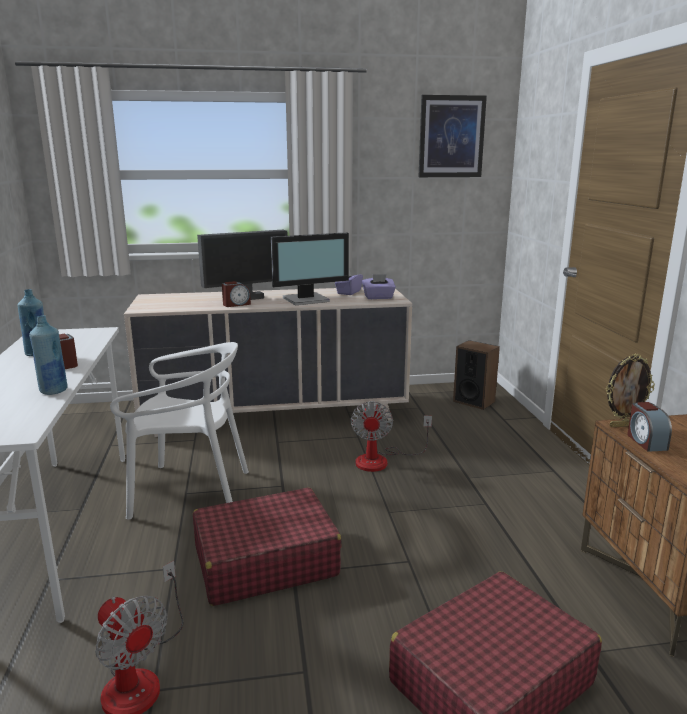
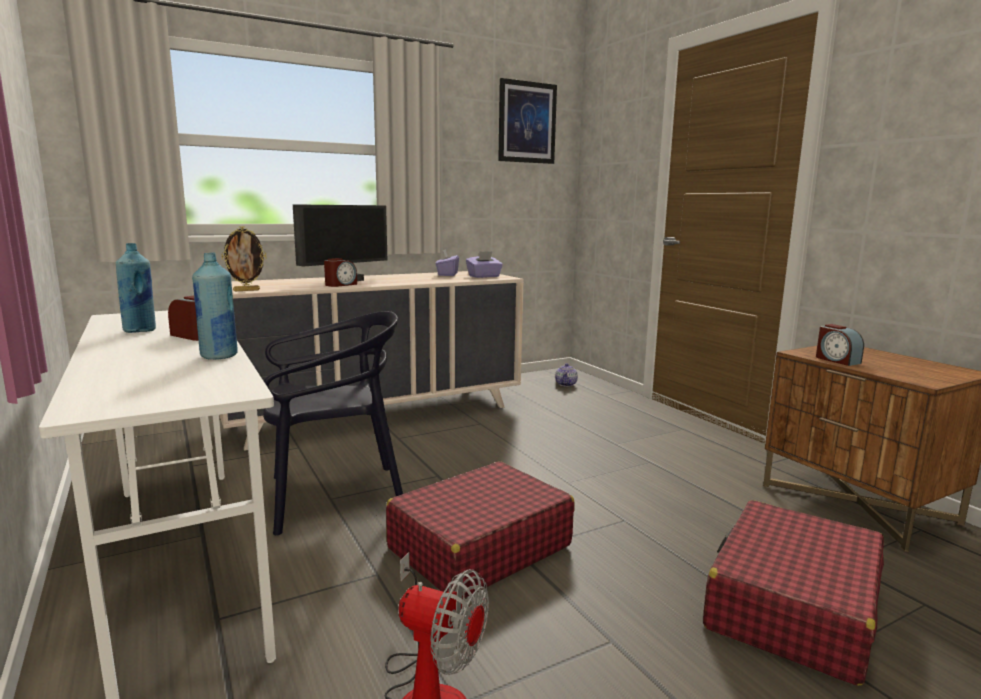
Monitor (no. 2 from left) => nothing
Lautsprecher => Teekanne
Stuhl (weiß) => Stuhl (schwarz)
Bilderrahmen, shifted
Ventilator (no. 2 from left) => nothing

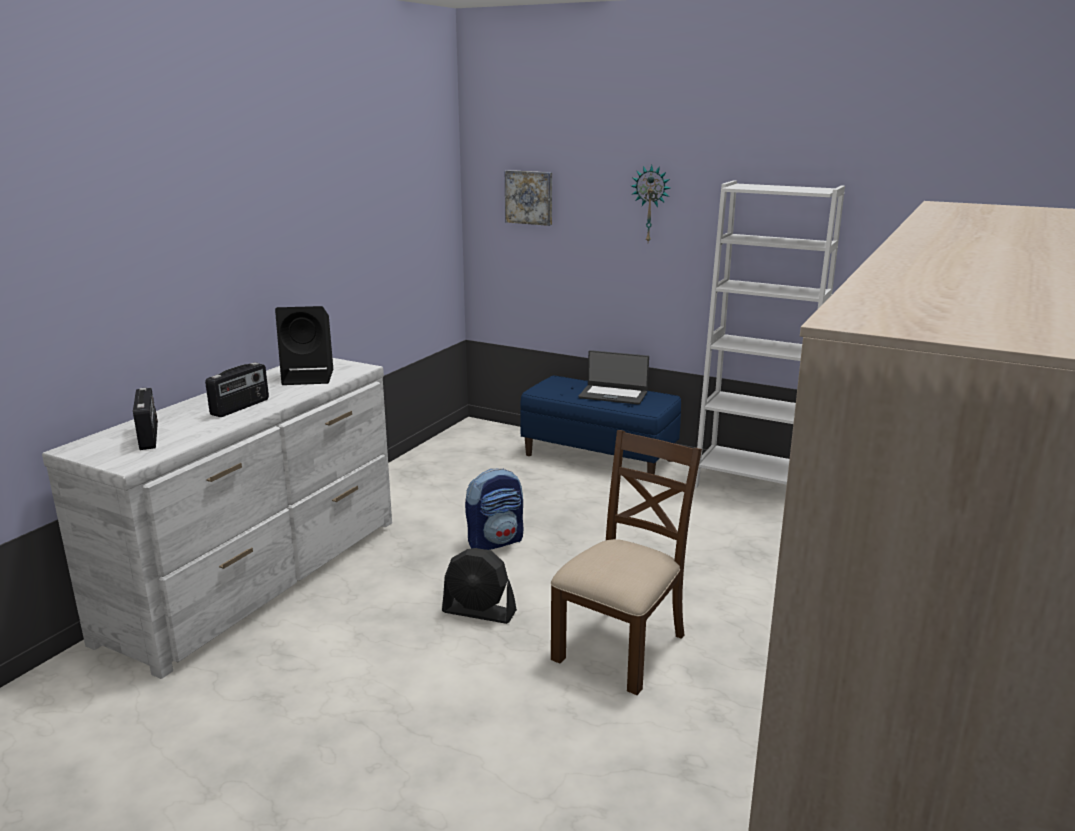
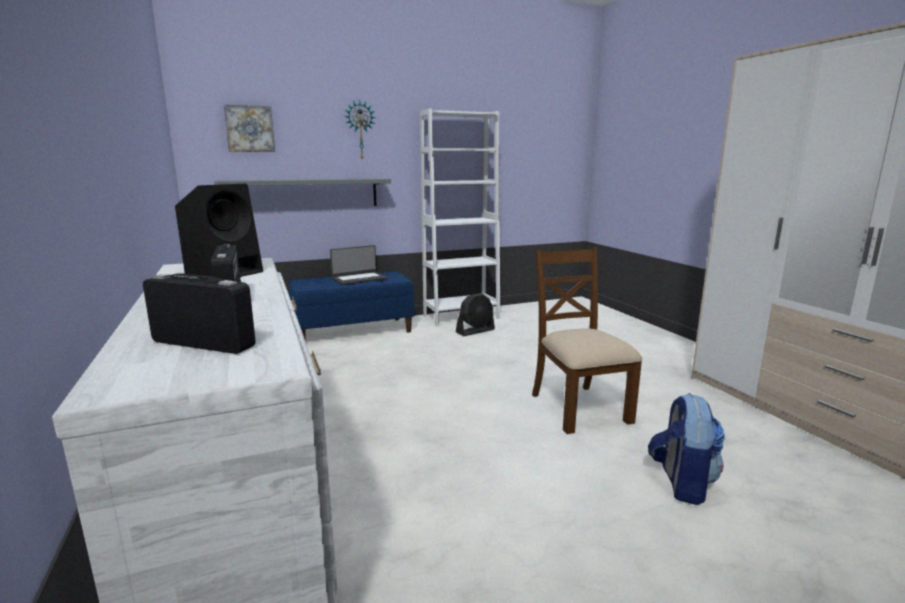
Rucksack, shifted
Ventilator (schwarz), shifted
nothing => Wandregal (grau)

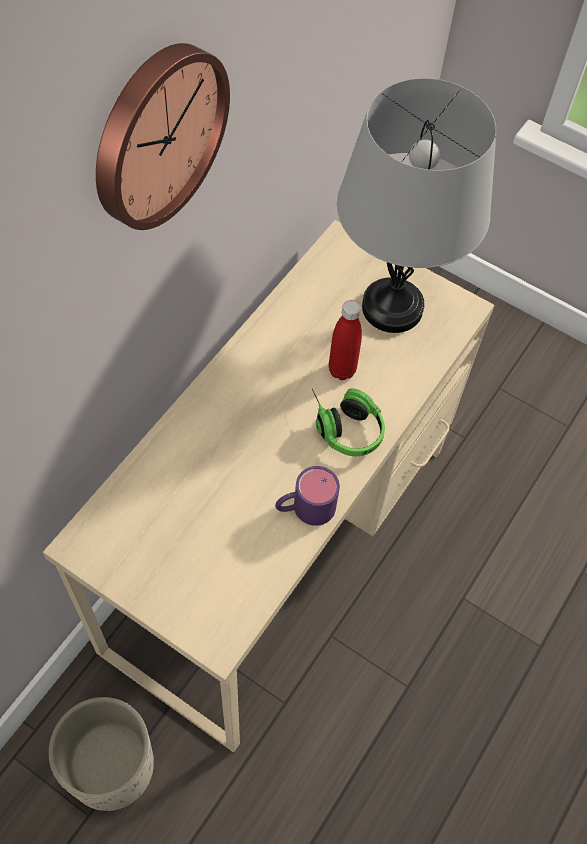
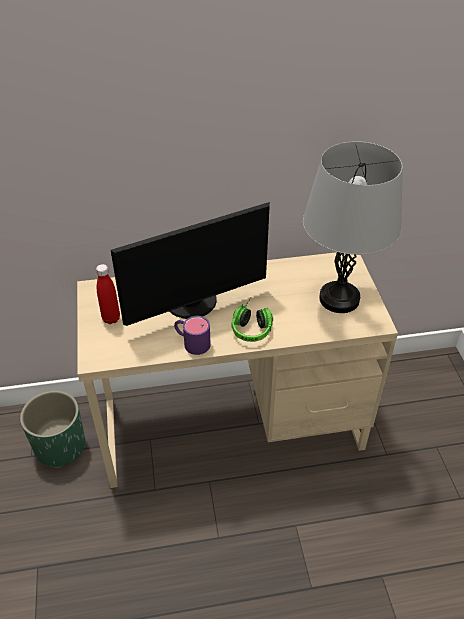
Wanduhr => nothing
Flasche (rot), shifted
Pflanzkübel (beige) => Pflanzkübel (grün)
nothing => Monitor

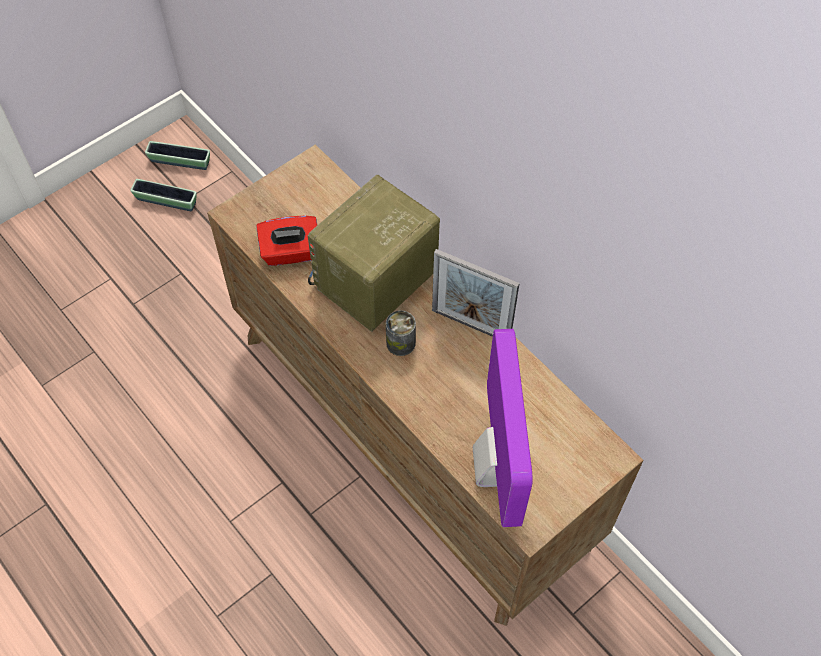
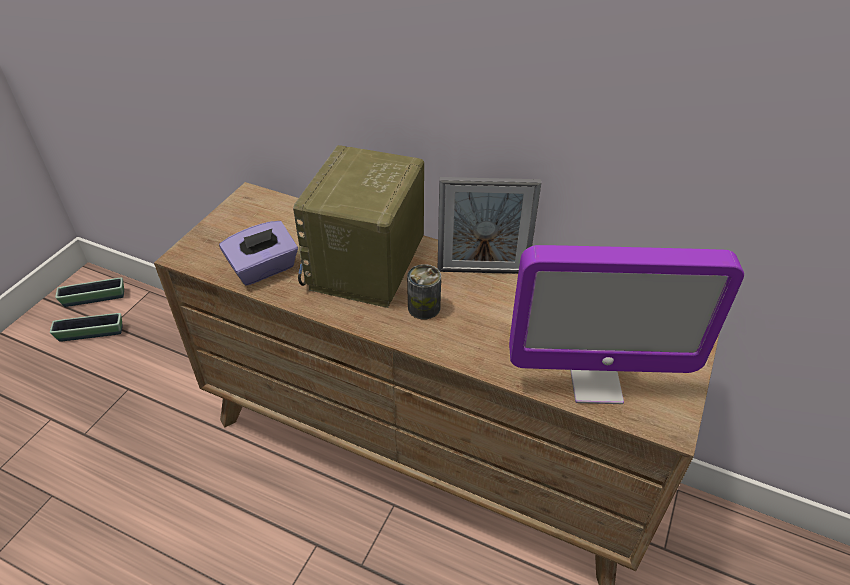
Taschentuchbox (rot) => Taschentuchbox (lila)
Monitor, 120 degrees clockwise

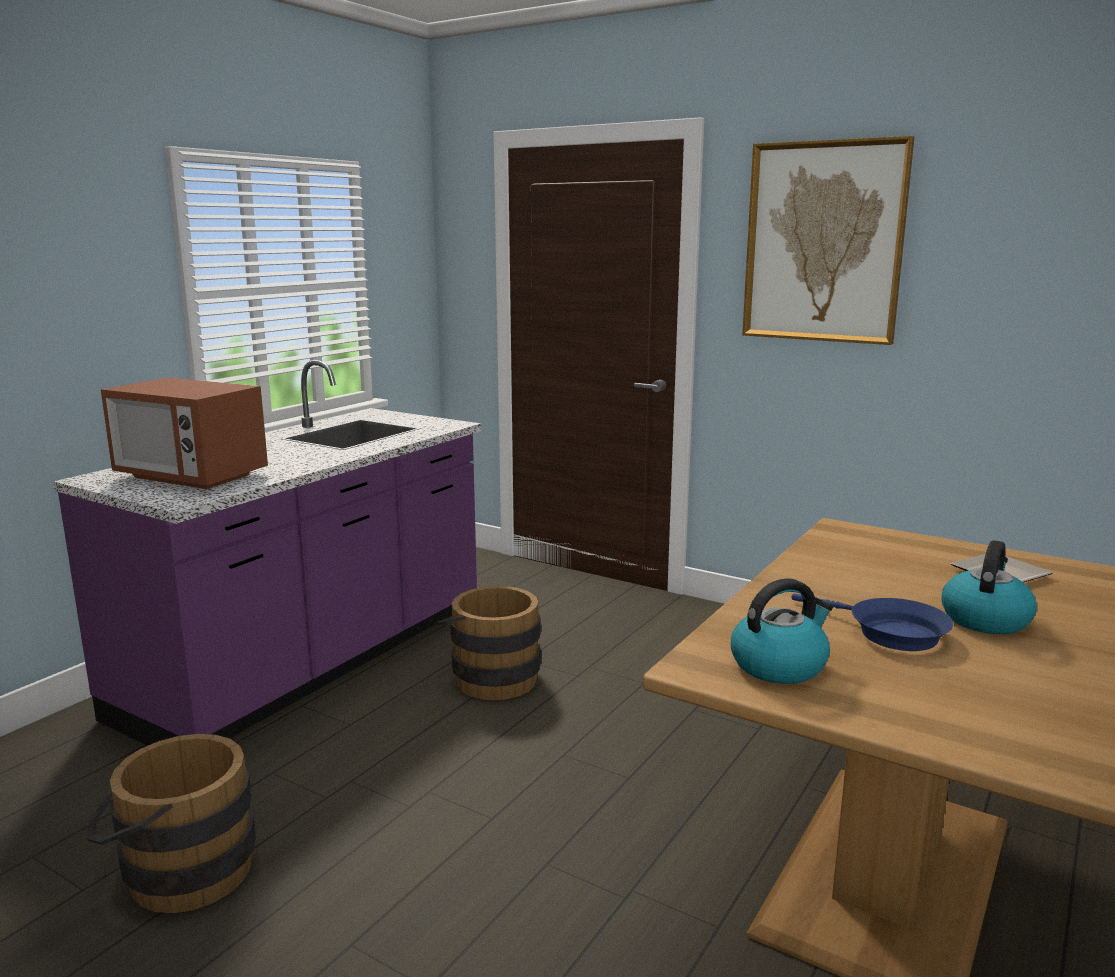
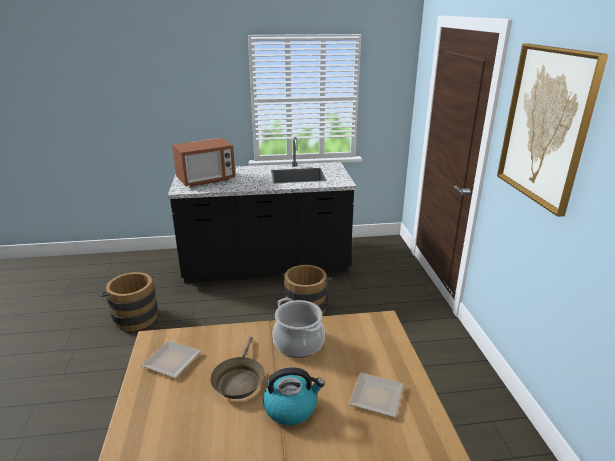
Küchenzeile (lila) => Küchenzeile (schwarz)
Mikrowelle, 105 degrees counterclockwise
Wasserkessel (no. 1 from left) => Teller (no. 1 from left)
Pfanne (blau) => Pfanne (braun)
nothing => Kochtopf

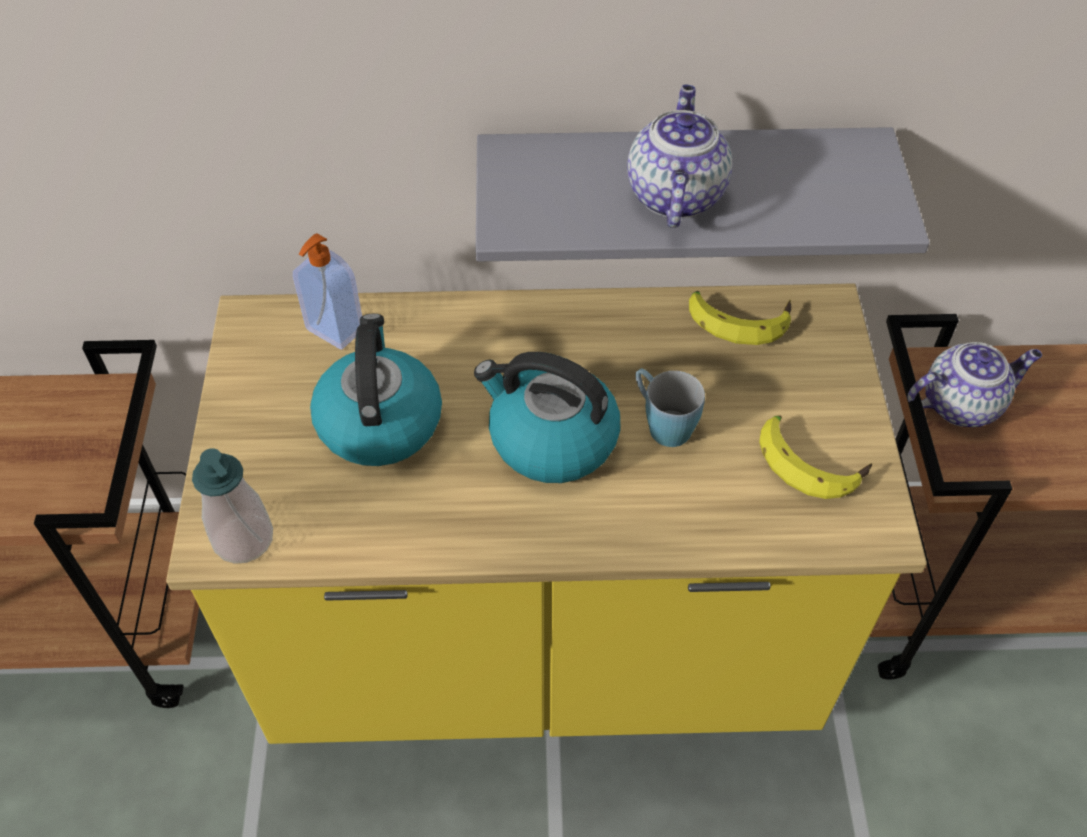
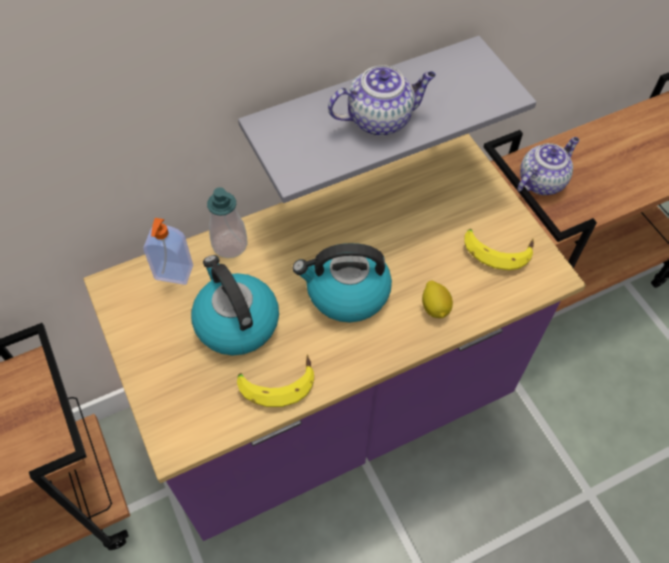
Teekanne (no. 1 from left), 90 degrees clockwise
Küchenzeile (gelb) => Küchenzeile (lila)
Banane (no. 1 from left), shifted
Henkelbecher (blau) => nothing
Seifenspender (no. 1 from left in the first image) => Seifenspender (no. 2 from left), shifted
nothing => Zitrone

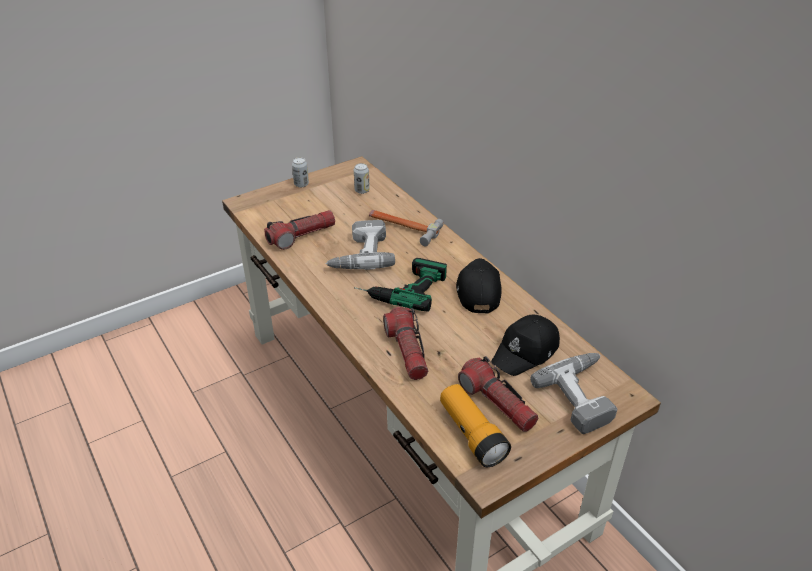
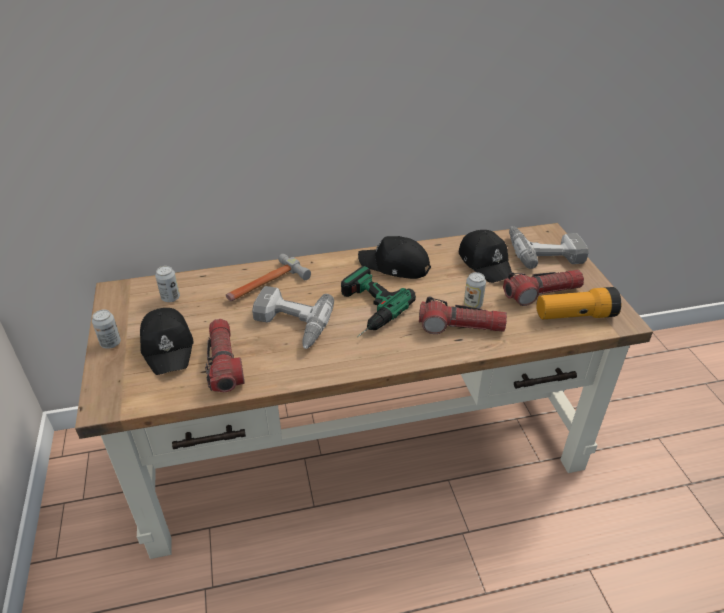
nothing => Dose (no. 3 from left)
nothing => Kappe (schwarz) (no. 1 from left)

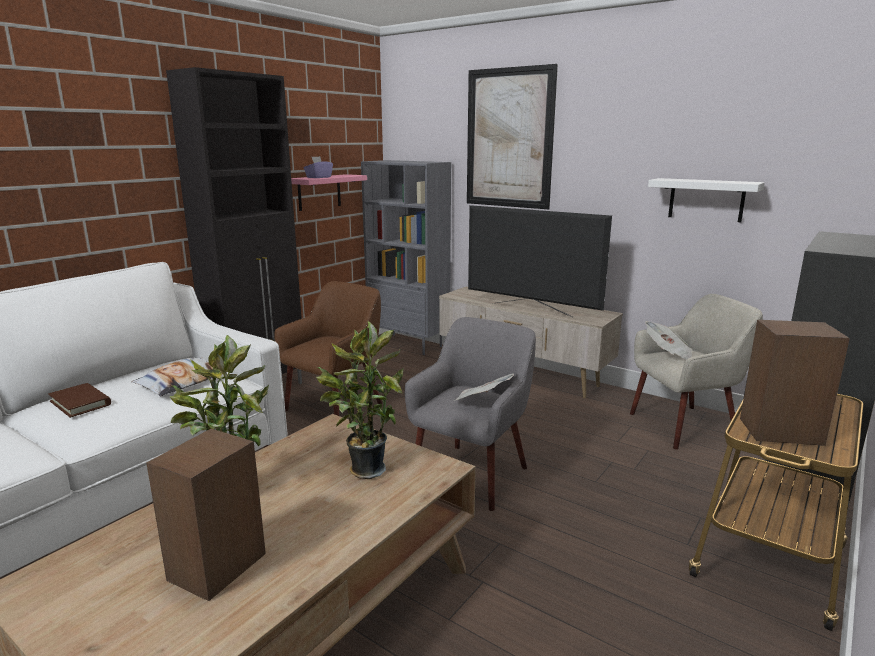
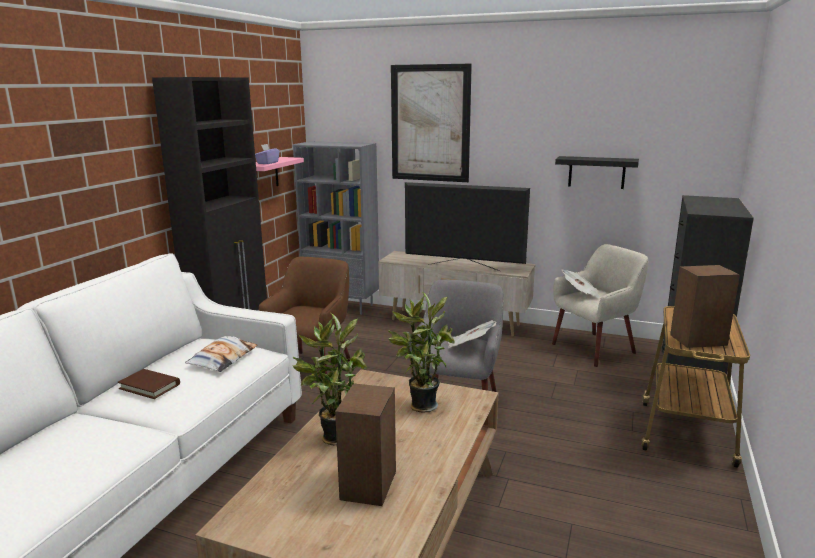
Wandregal (weiß) => Wandregal (schwarz)

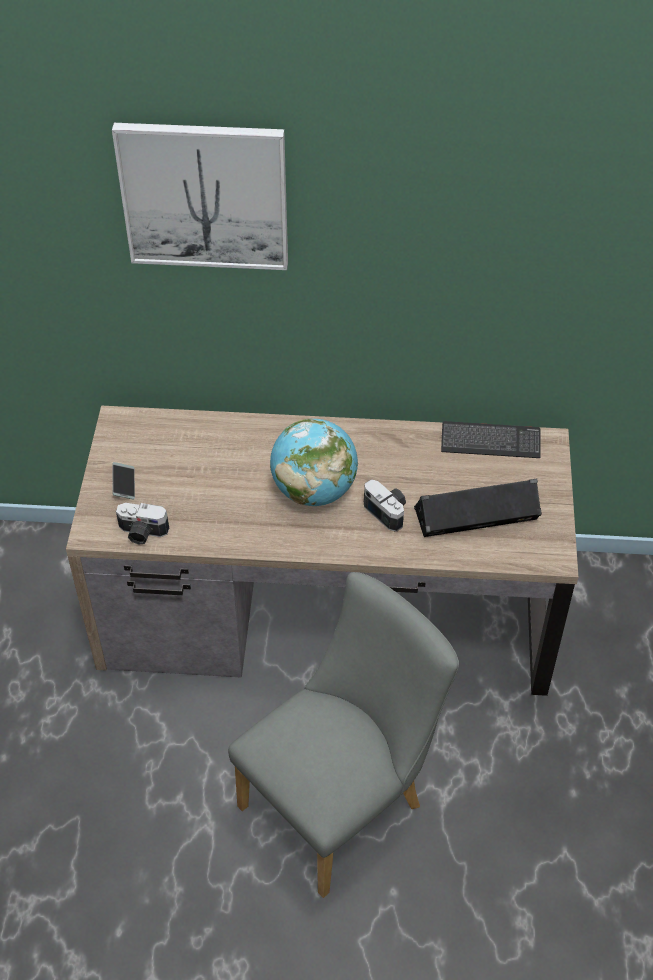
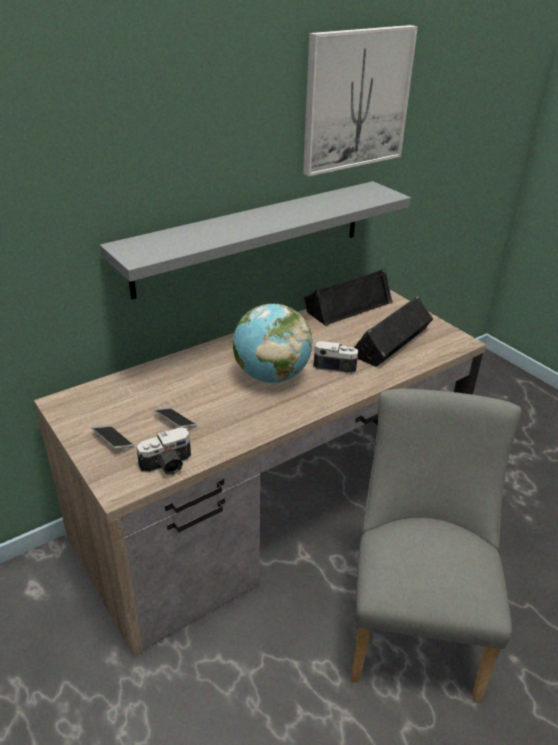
Bild, shifted
Tastatur => Lautsprecher (schwarz) (no. 1 from left)
nothing => Wandregal (grau)
nothing => Handy (no. 2 from left)

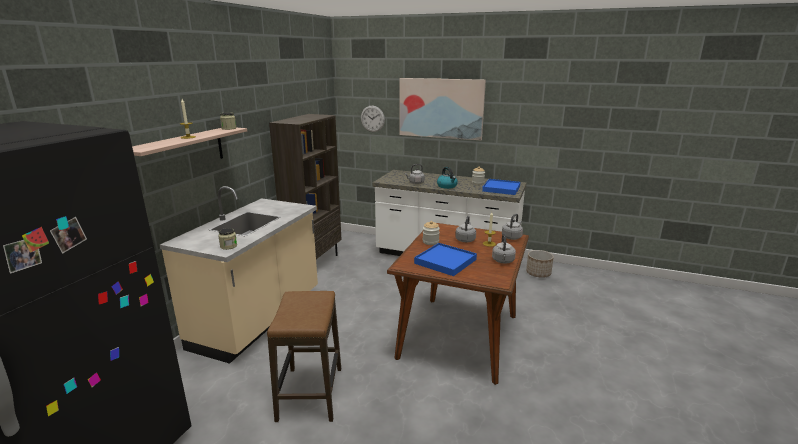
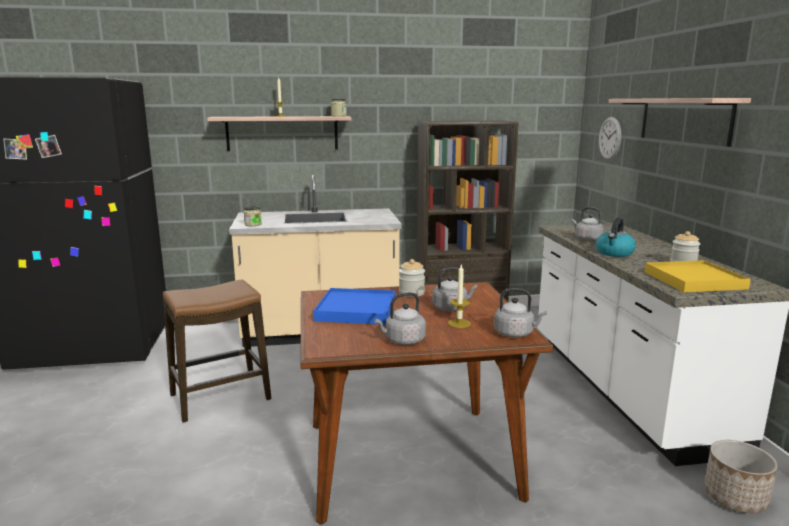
Bild => Wandregal (no. 2 from left)
Tablett (blau) (no. 2 from left) => Tablett (gelb)

